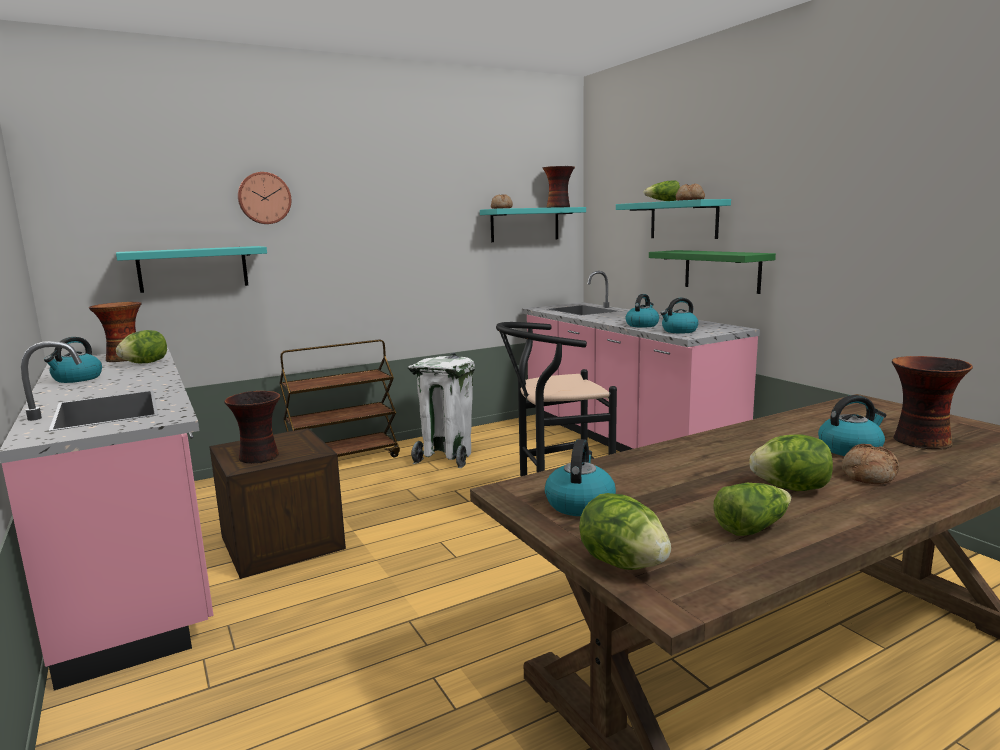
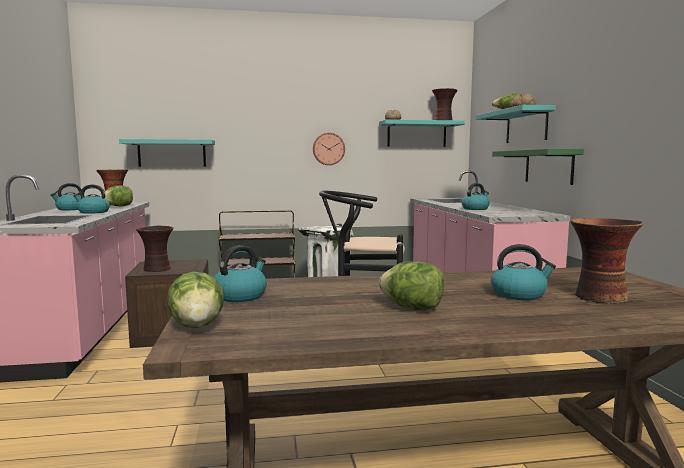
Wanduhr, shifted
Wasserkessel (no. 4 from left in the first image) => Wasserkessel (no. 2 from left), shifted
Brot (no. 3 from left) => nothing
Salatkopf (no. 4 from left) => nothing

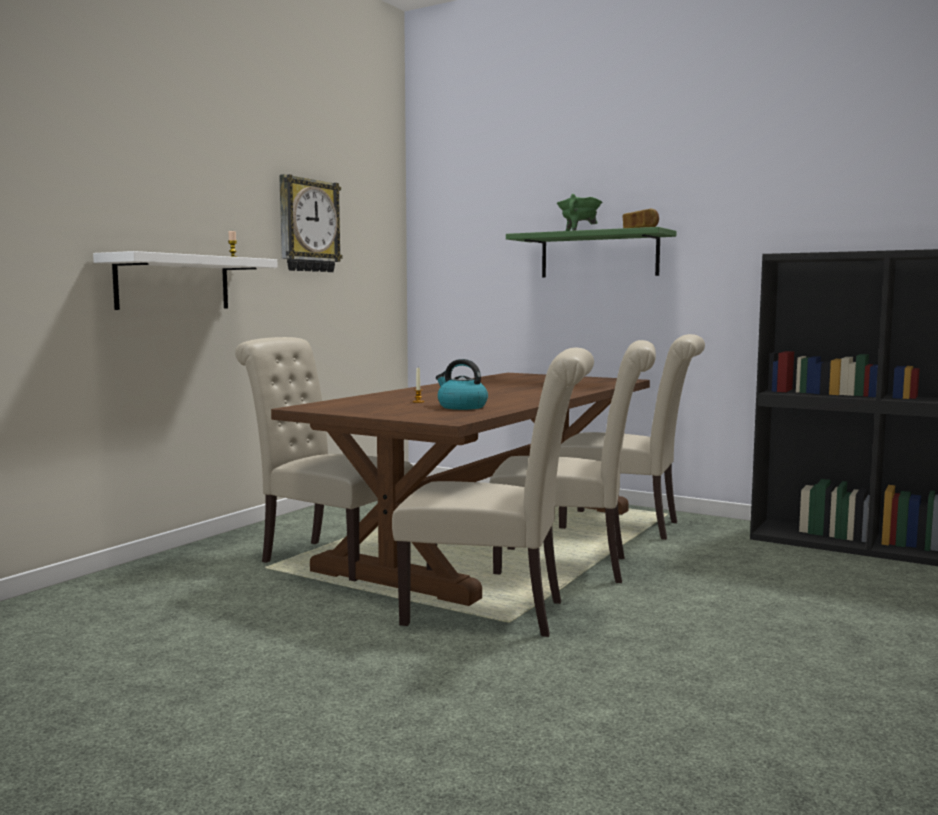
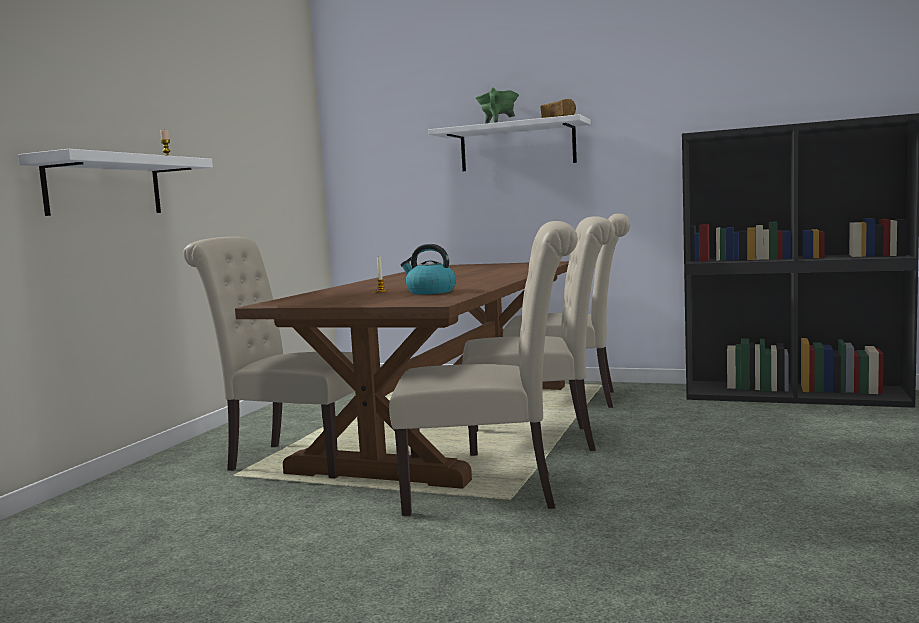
Wanduhr => nothing
Wandregal (grün) => Wandregal (weiß) (no. 2 from left)

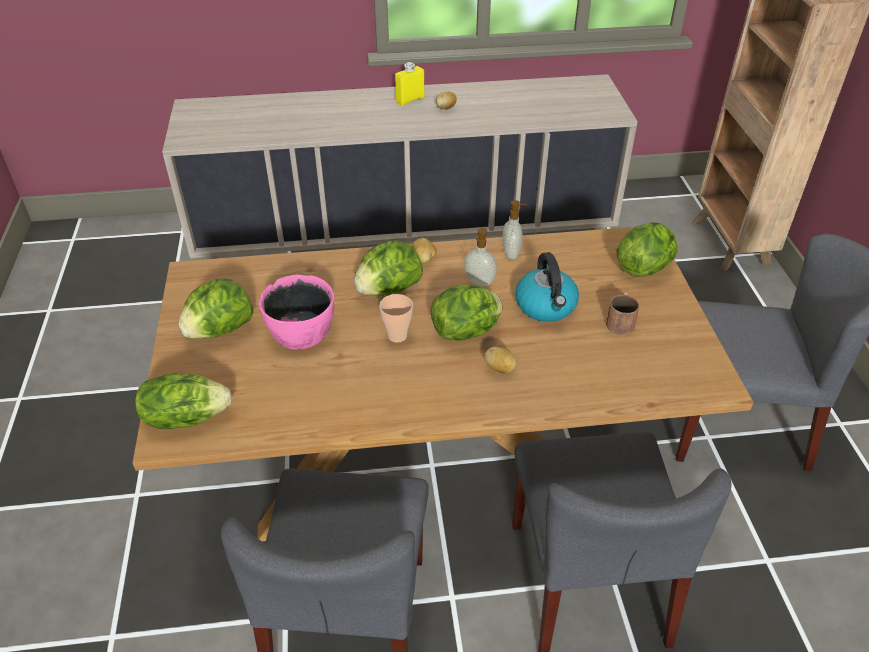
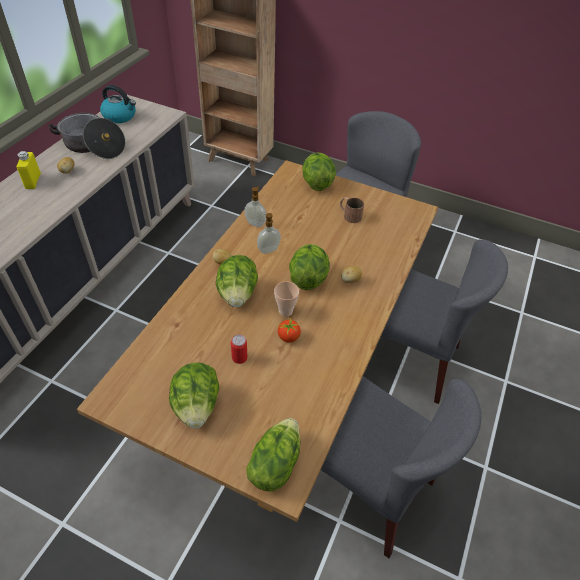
Wasserkessel, shifted
Schüssel (rosa) => Dose
nothing => Kochtopf
nothing => Tomate

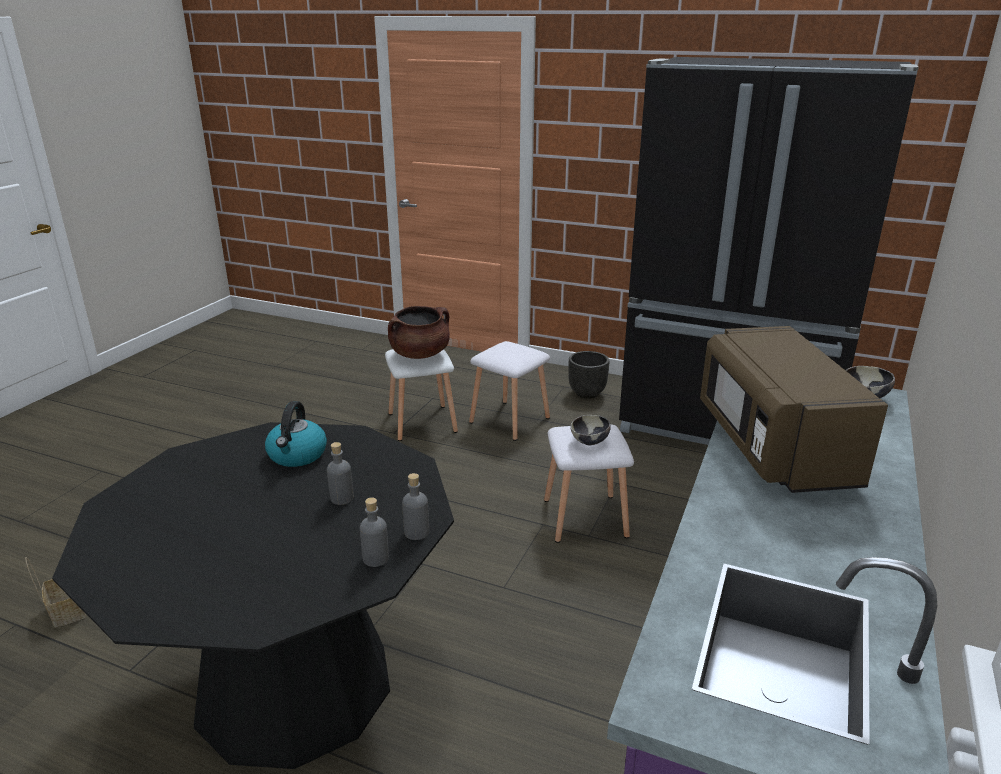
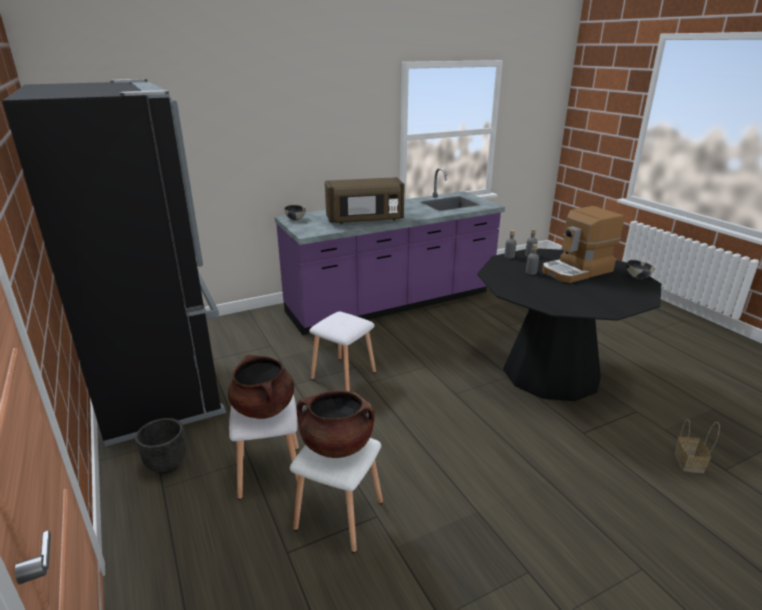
Mikrowelle (braun), 45 degrees clockwise
Wasserkessel => nothing
Schüssel (no. 1 from left in the first image) => Schüssel (no. 2 from left), shifted
nothing => Kaffeemaschine
nothing => Kochtopf (braun) (no. 1 from left)

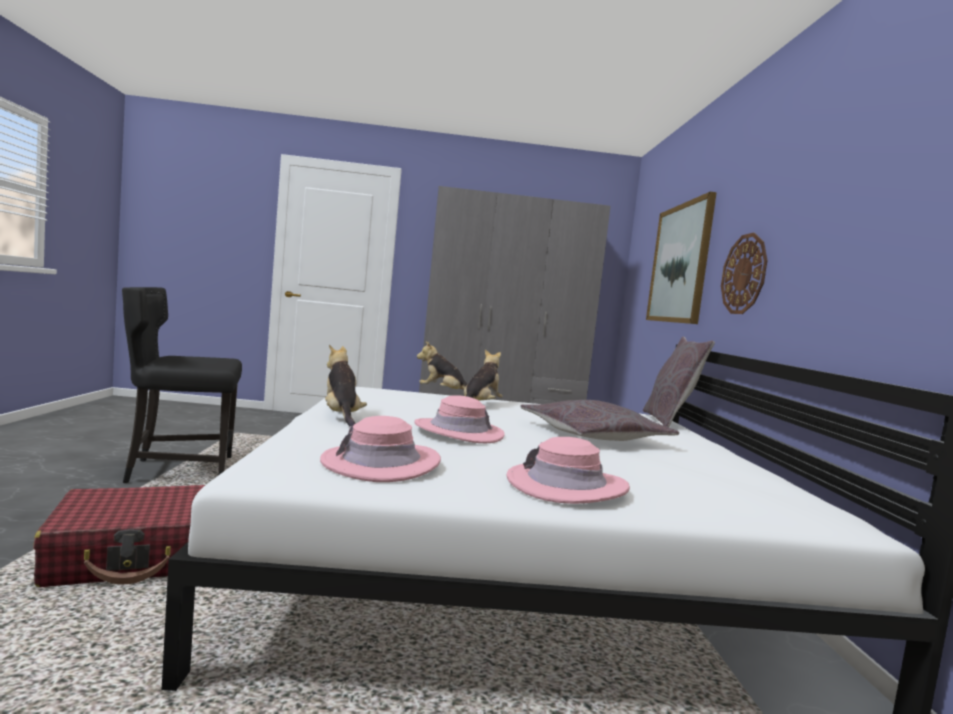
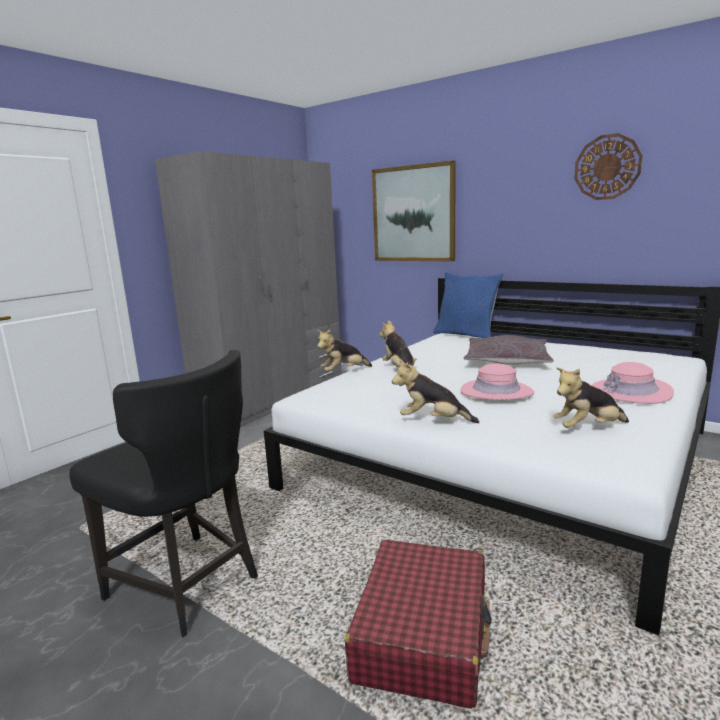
Wanduhr, shifted
Stuhl (schwarz), 75 degrees counterclockwise
Kissen (grau) (no. 2 from left) => Kissen (blau)
Hut (rosa) (no. 1 from left) => Plüschtier (no. 4 from left)

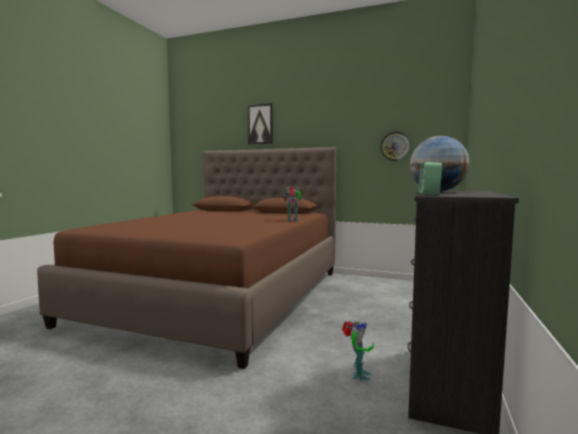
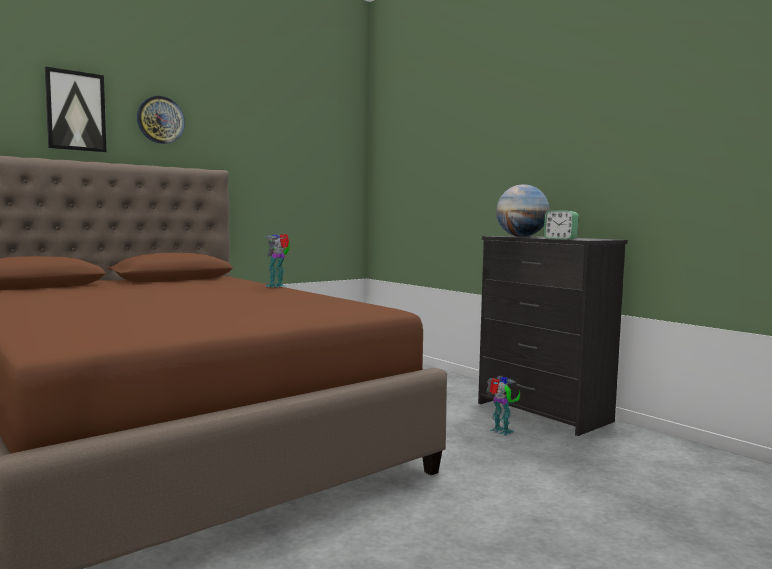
Wanduhr, shifted

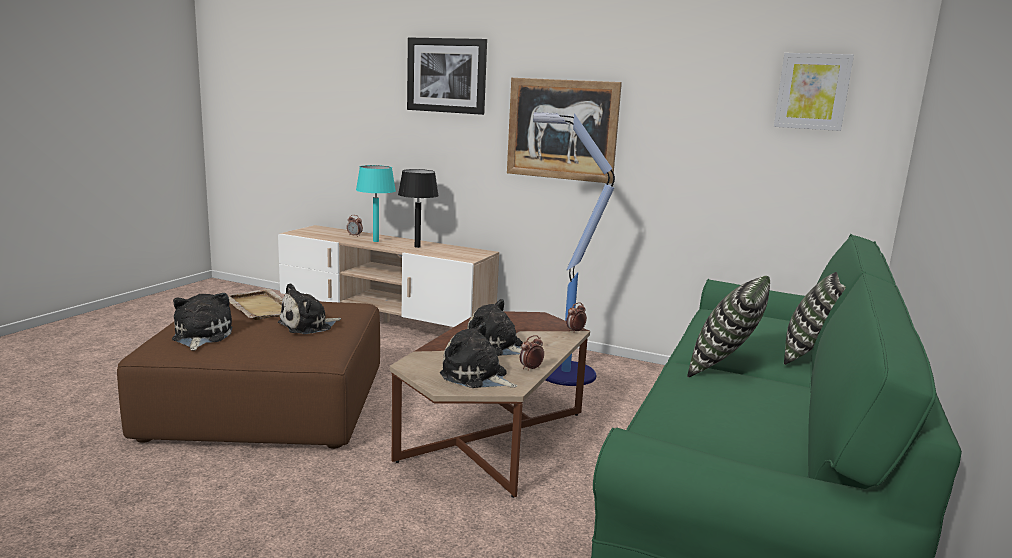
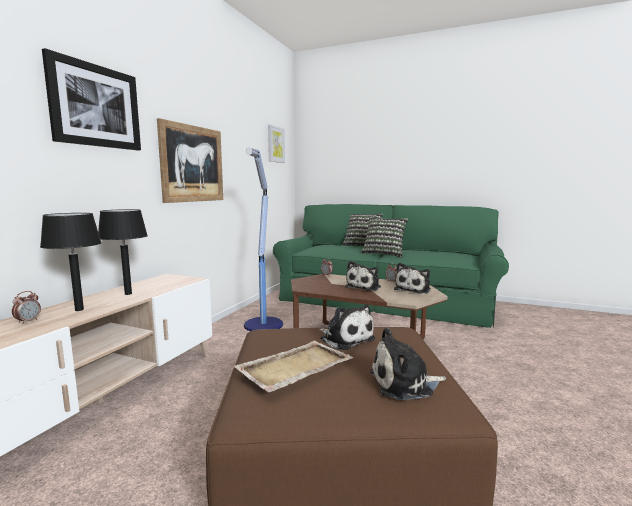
Tischlampe (türkis) => Tischlampe (schwarz) (no. 1 from left)

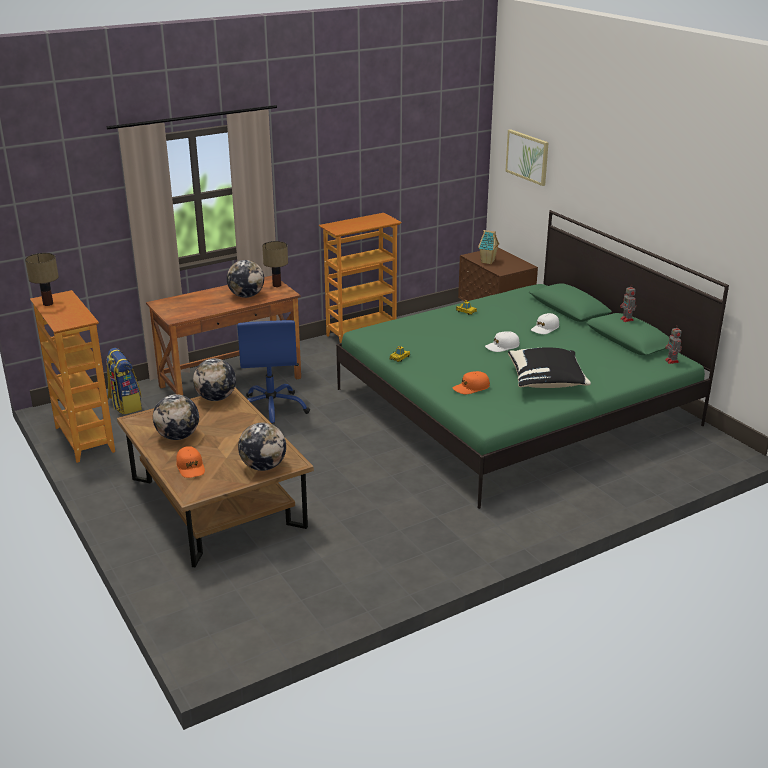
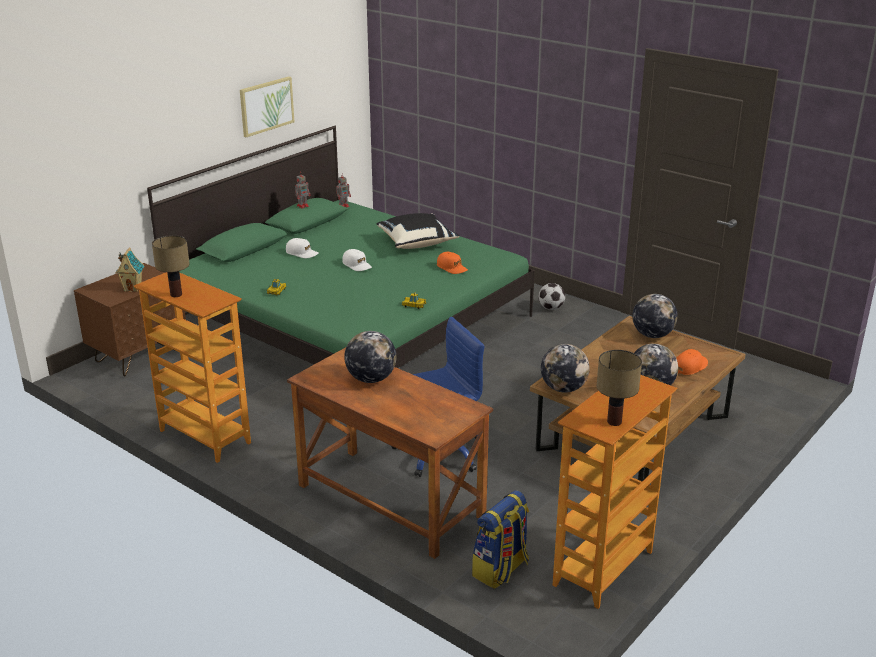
Bild, shifted
Tischlampe (no. 2 from left in the first image) => Tischlampe (no. 1 from left), shifted
nothing => Fußball

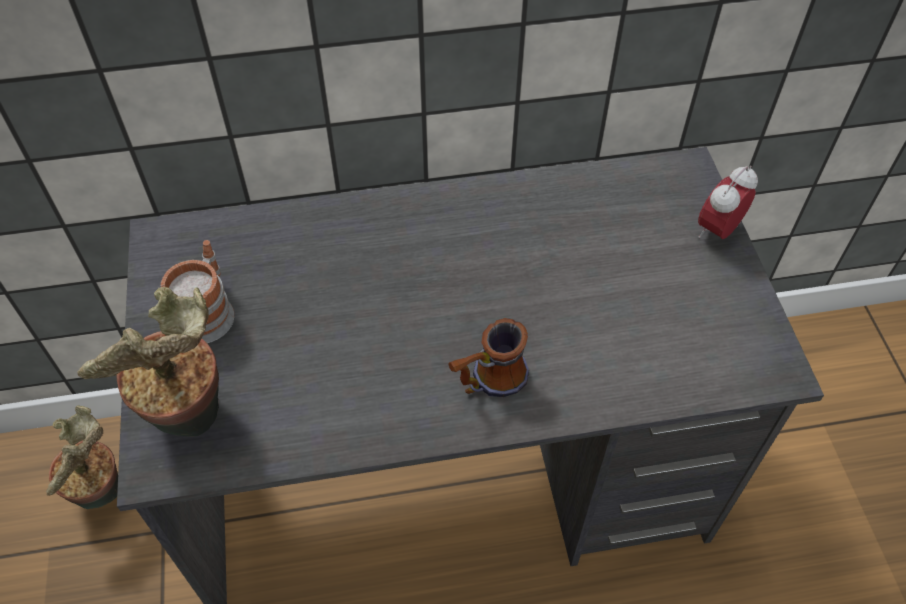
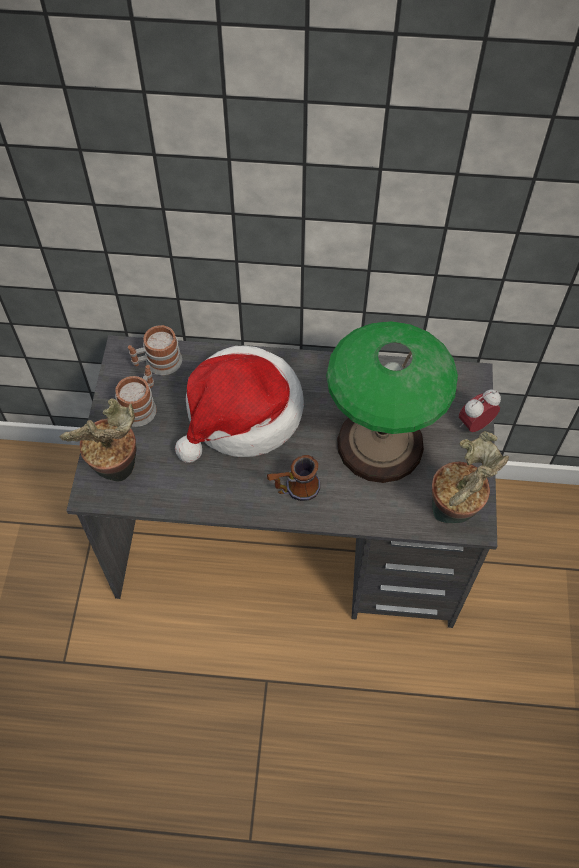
Topfpflanze (no. 1 from left in the first image) => Topfpflanze (no. 2 from left), shifted
nothing => Tischlampe
nothing => Henkelbecher (no. 2 from left)
nothing => Hut

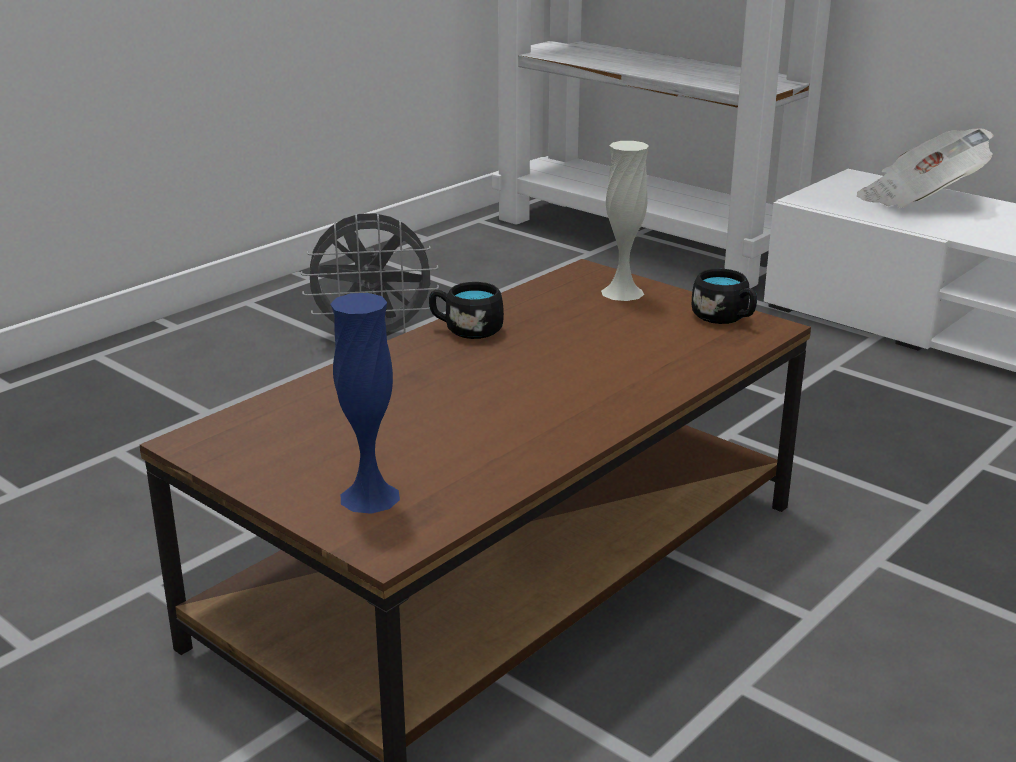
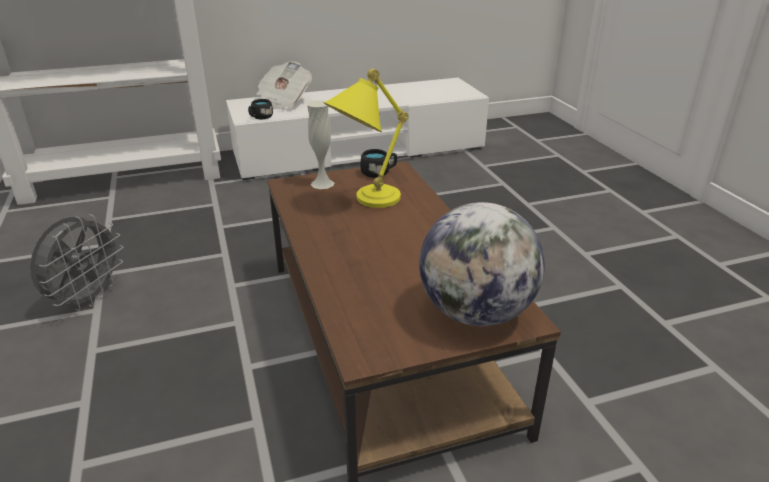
Henkelbecher (schwarz) (no. 1 from left), shifted
Vase (blau) => Globus
nothing => Tischlampe (gelb)

